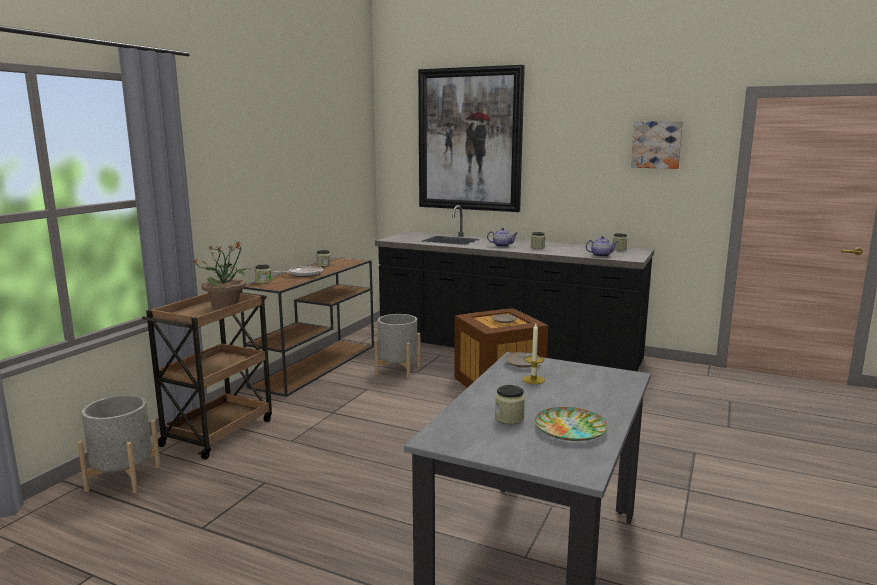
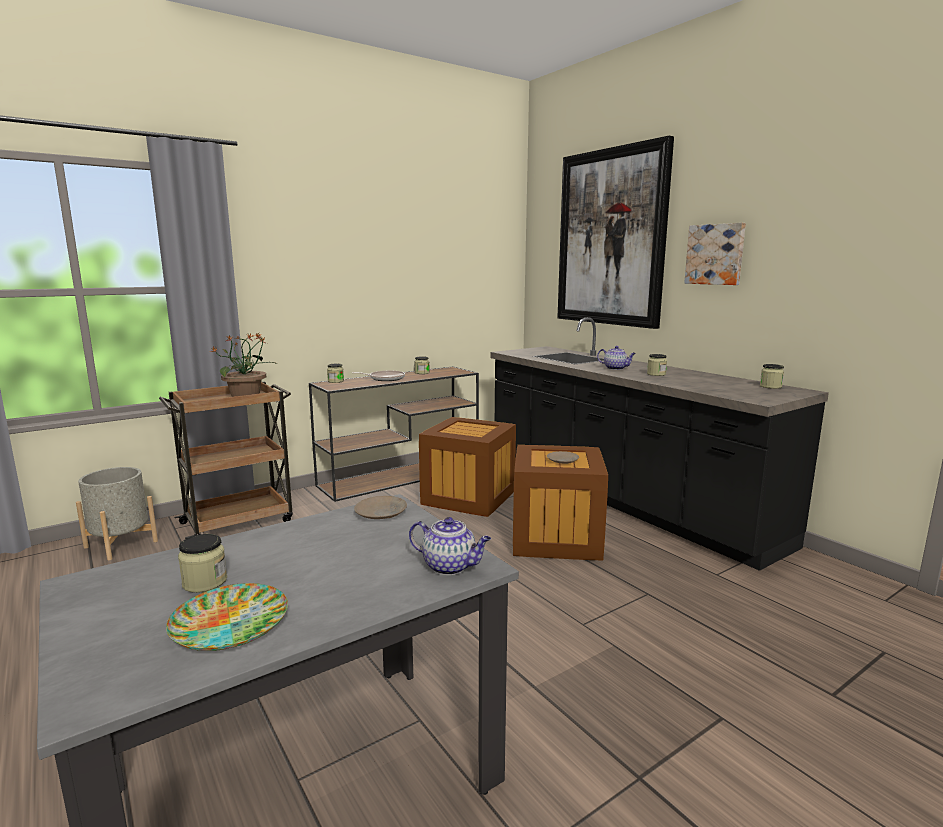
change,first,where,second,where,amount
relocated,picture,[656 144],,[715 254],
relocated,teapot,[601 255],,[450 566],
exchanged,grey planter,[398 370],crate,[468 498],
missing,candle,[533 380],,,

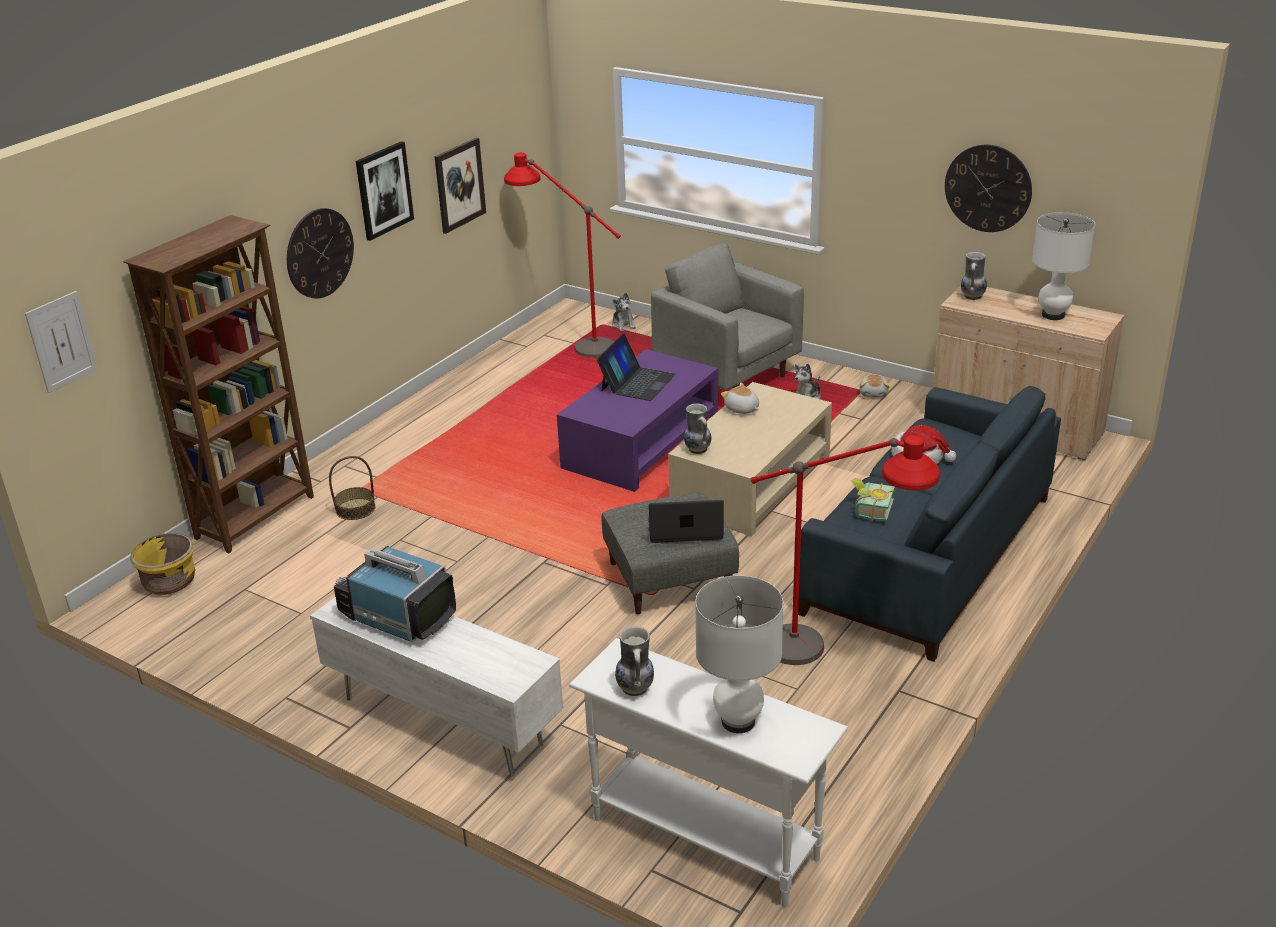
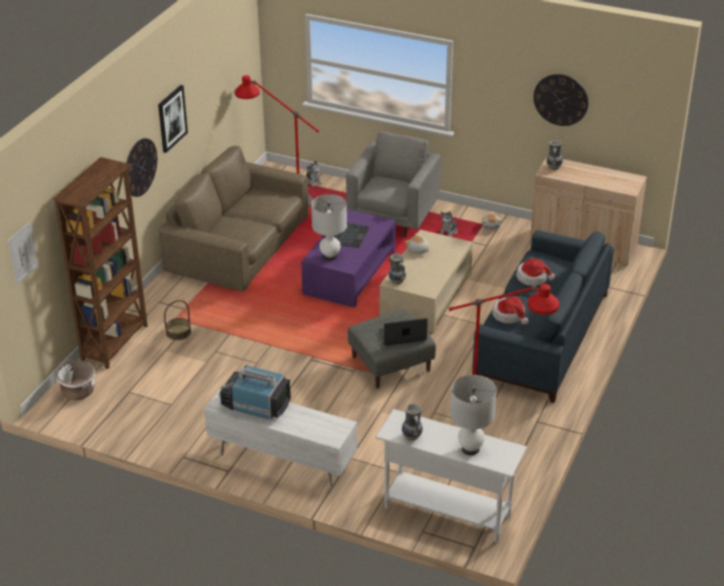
change,first,where,second,where,amount
missing,picture,[459 185],,,
relocated,white table lamp,[1053 315],,[330 256],
spun,grey armchair,[727 376],,[393 218],75 degrees clockwise
exchanged,book,[869 510],hat,[509 315],
colour,yellow planter,[170 583],white planter,[78 391],
appeared,,,brown sofa,[239 245],

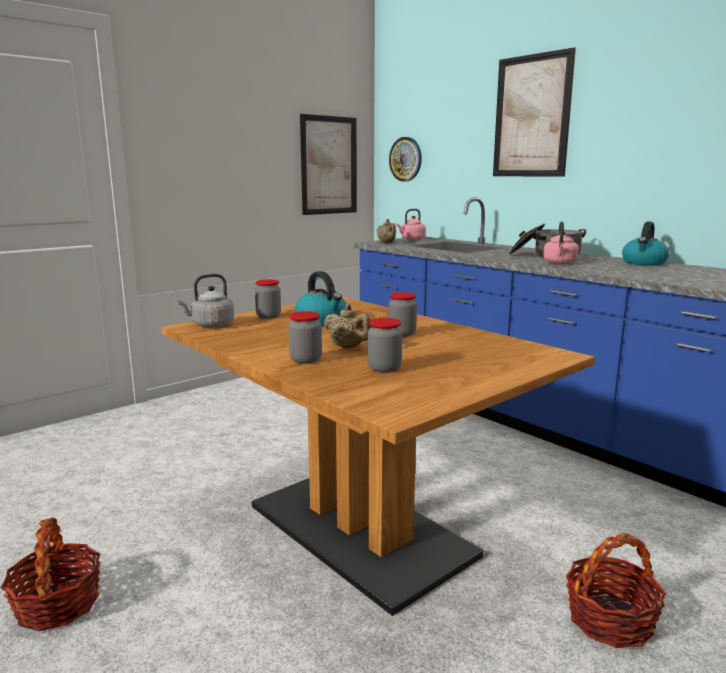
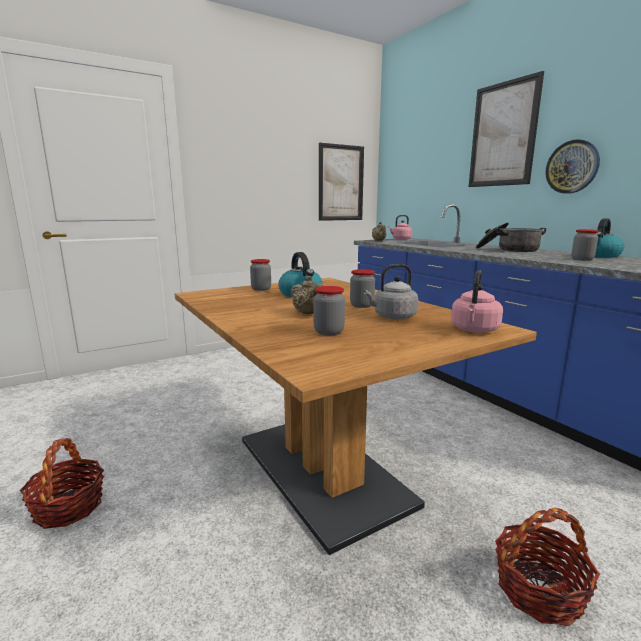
change,first,where,second,where,amount
relocated,wall clock,[406 159],,[572 167],
relocated,pink kettle,[560 263],,[474 330],
relocated,grey kettle,[210 325],,[392 317],
relocated,jar,[305 360],,[582 259],

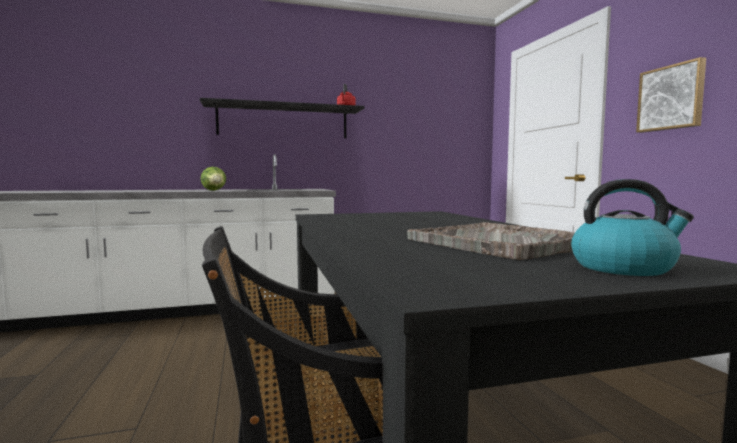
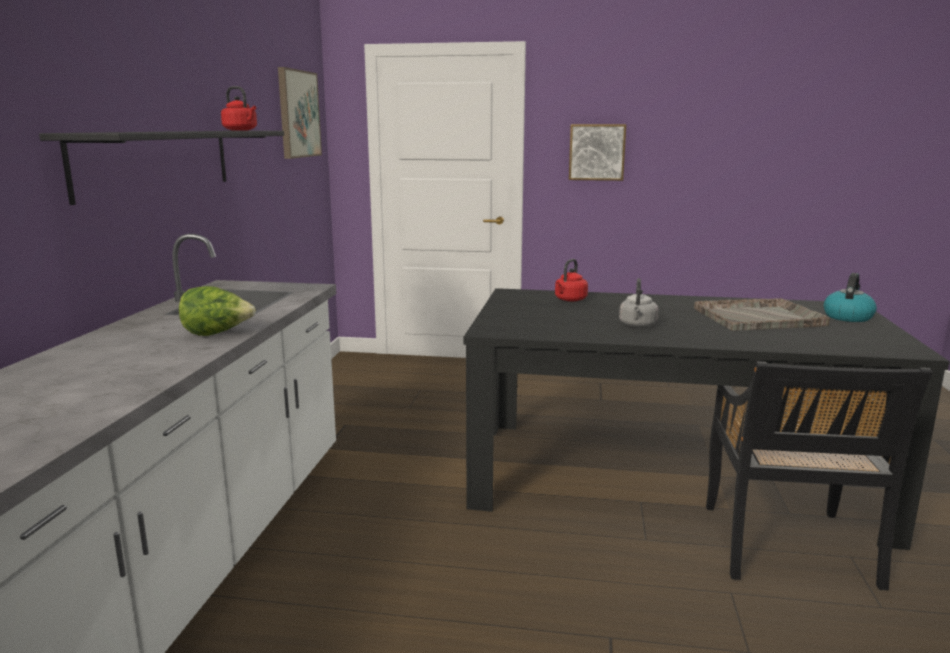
change,first,where,second,where,amount
appeared,,,picture,[298 114],
appeared,,,red kettle,[569 300],
appeared,,,grey kettle,[637 325],

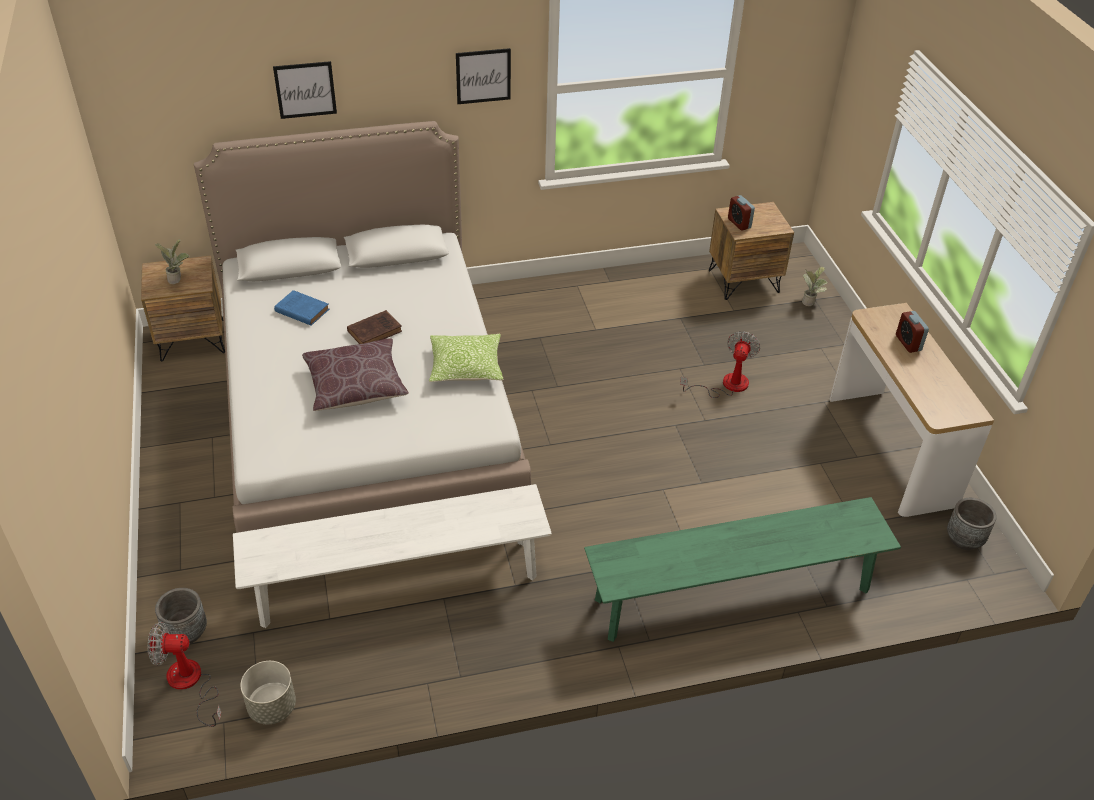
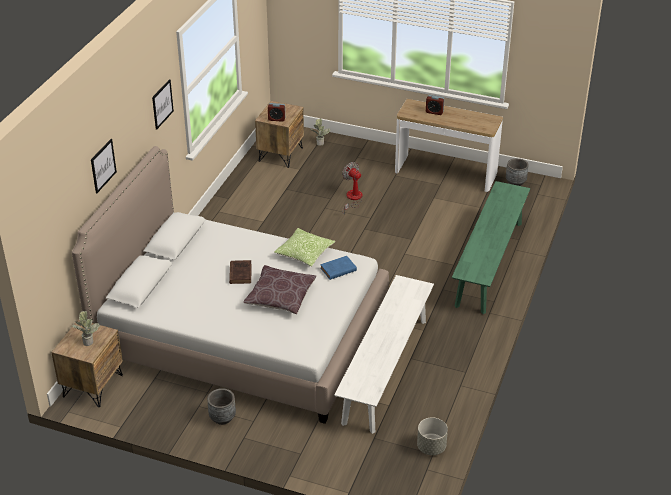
change,first,where,second,where,amount
relocated,blue book,[301 310],,[337 270],
relocated,grey planter,[186 632],,[222 417],
missing,fan,[190 684],,,

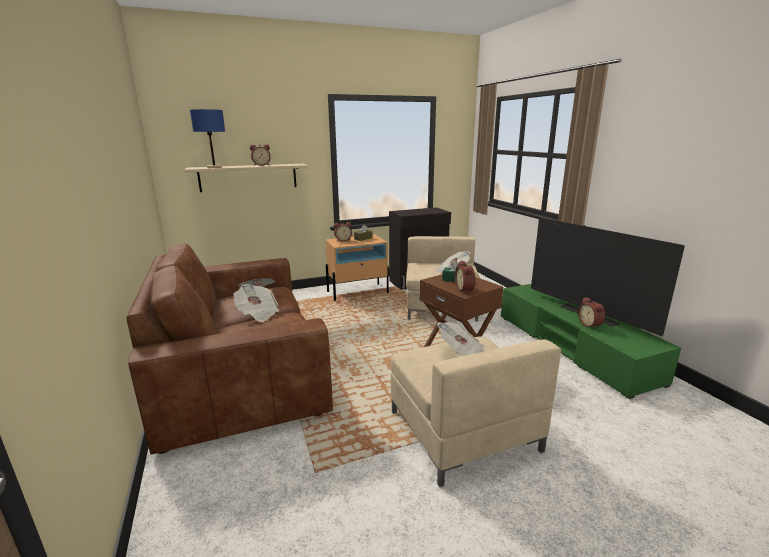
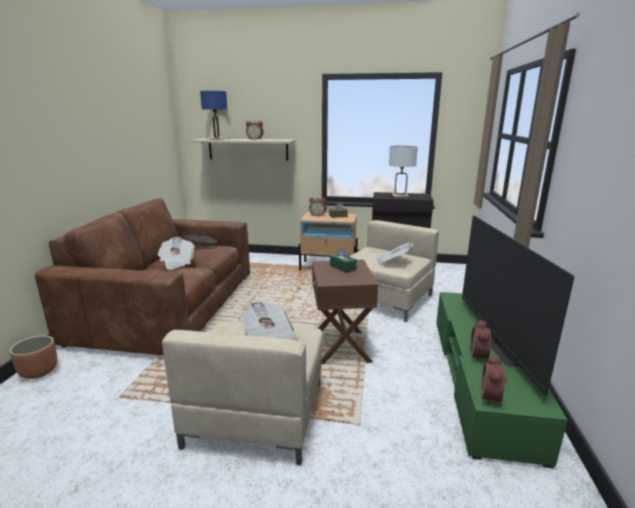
change,first,where,second,where,amount
relocated,alarm clock,[465 290],,[492 397],
appeared,,,white table lamp,[400 196],
appeared,,,brown planter,[39 372],

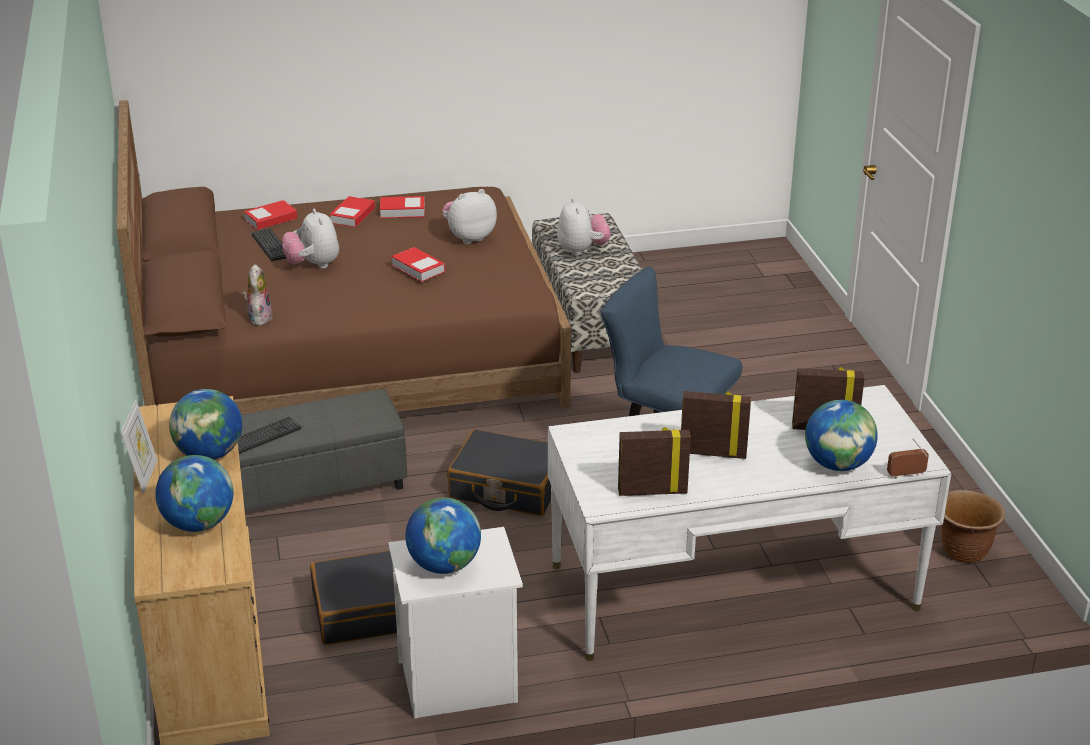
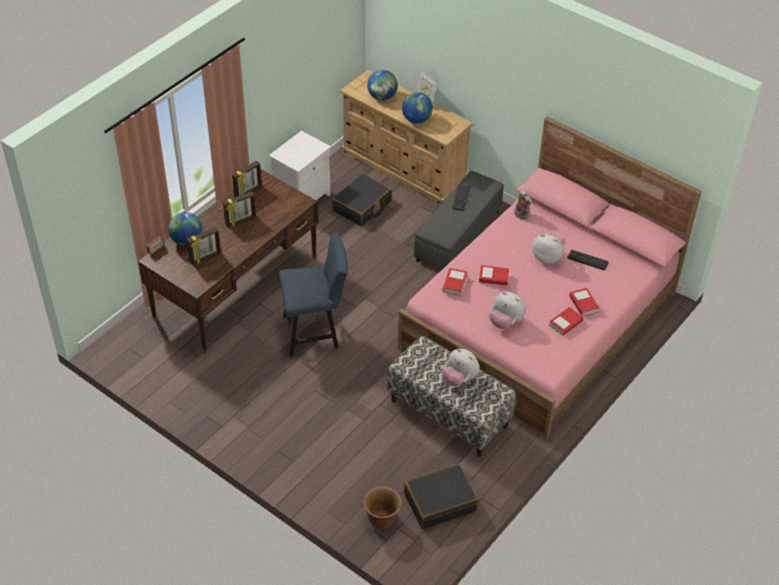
change,first,where,second,where,amount
colour,brown bed,[347 353],pink bed,[540 320],
spun,plush toy,[469 237],,[505 322],105 degrees clockwise
relocated,book,[271 219],,[454 283],
colour,white desk,[733 587],brown desk,[236 288],
relocated,black suitcase,[507 487],,[440 502],
relocated,brown planter,[963 551],,[382 519],
missing,globe,[444 565],,,

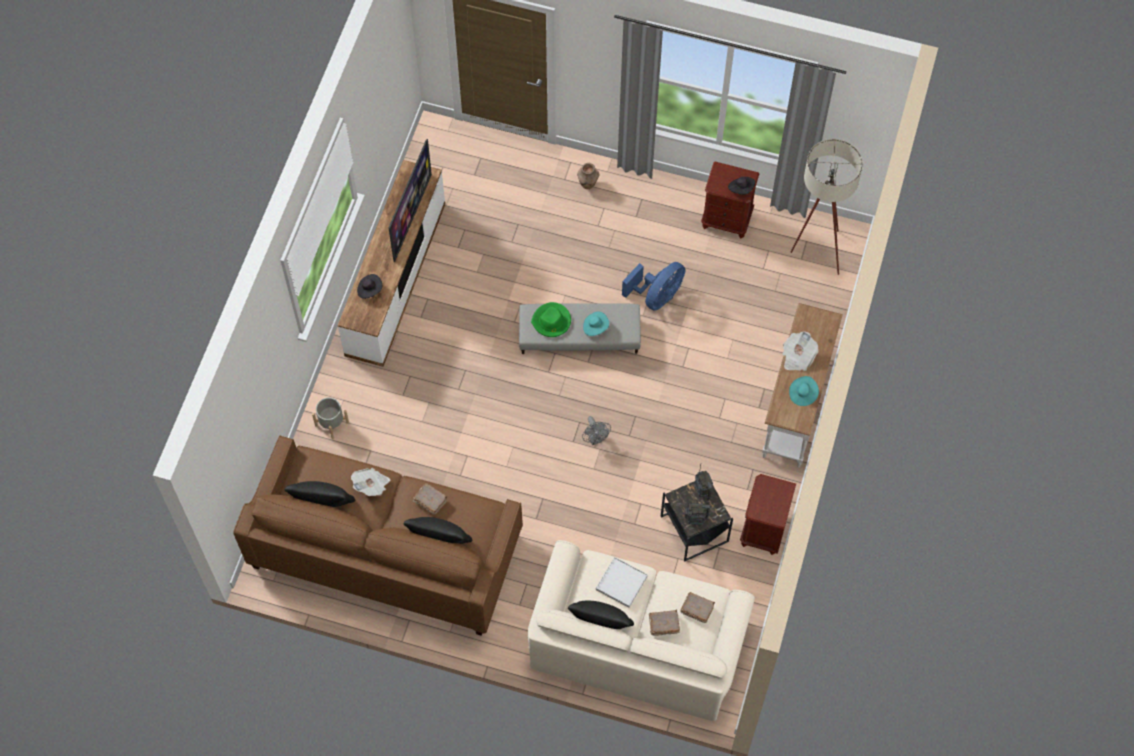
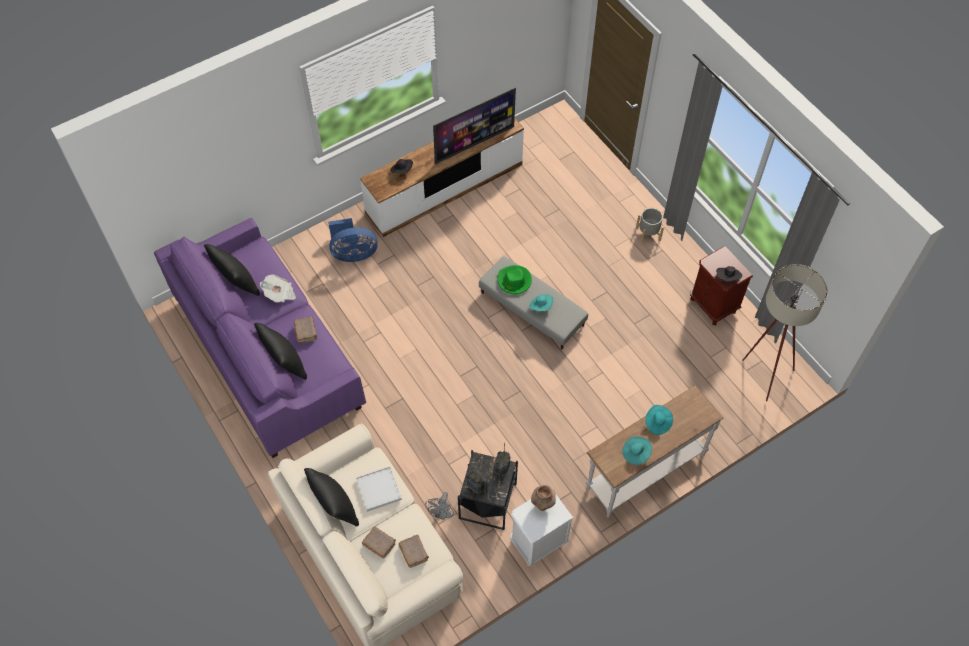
change,first,where,second,where,amount
relocated,brown vase,[587 184],,[542 504],
relocated,blue fan,[657 296],,[353 253],
exchanged,newspaper,[797 357],turquoise hat,[657 423],
relocated,grey planter,[331 423],,[648 234],
relocated,grey fan,[595 439],,[441 514],
colour,brown sofa,[386 551],purple sofa,[269 354],
colour,brown nightstand,[763 530],white nightstand,[538 542],

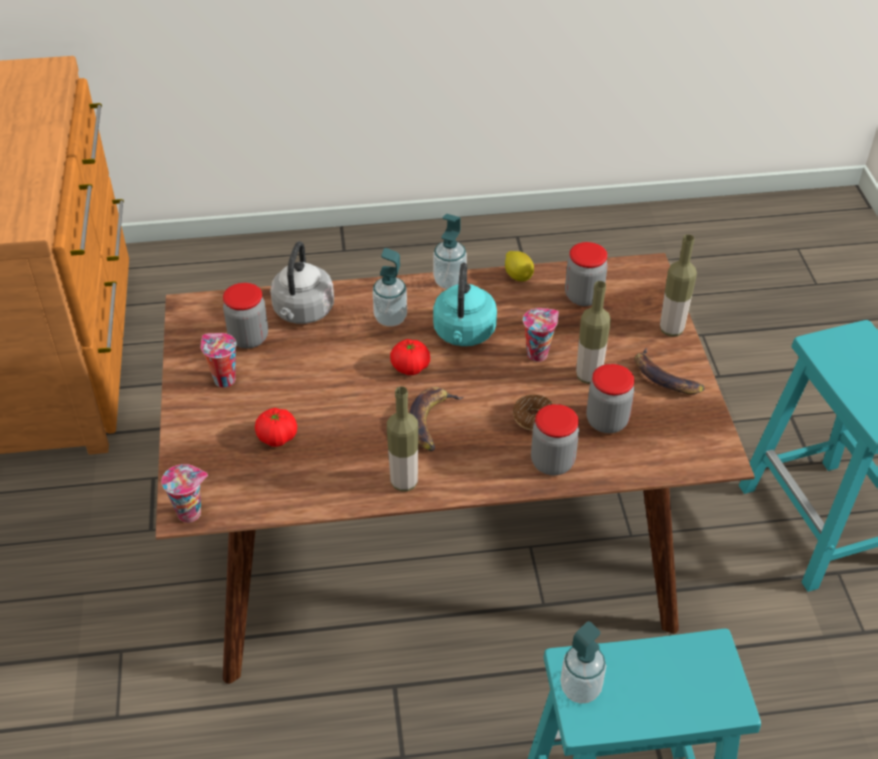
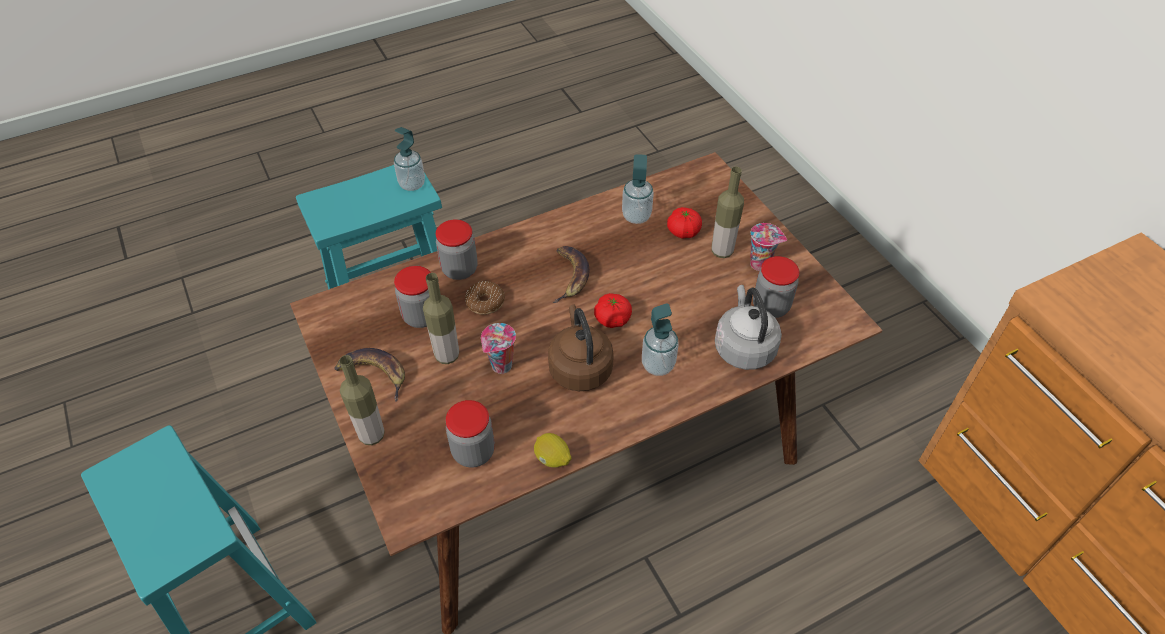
change,first,where,second,where,amount
relocated,soap dispenser,[449 282],,[636 216],
colour,turquoise kettle,[464 334],brown kettle,[579 367],
relocated,bottle,[404 482],,[722 251],
missing,cup,[191 512],,,

